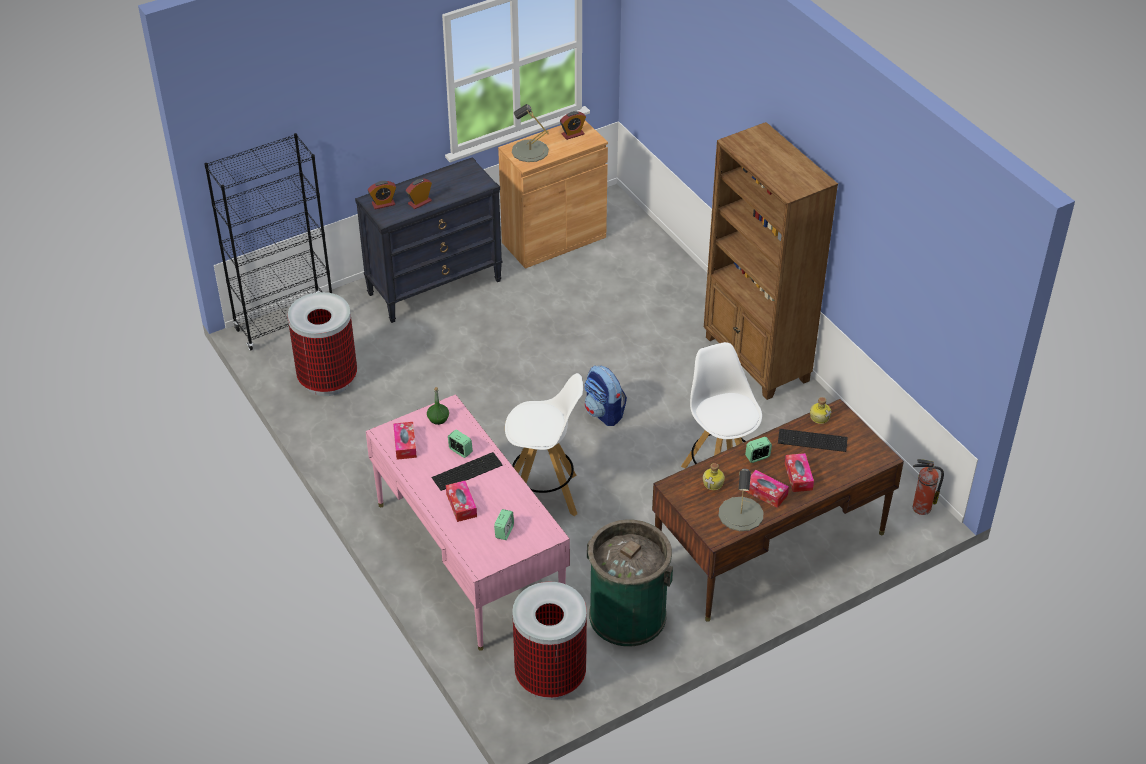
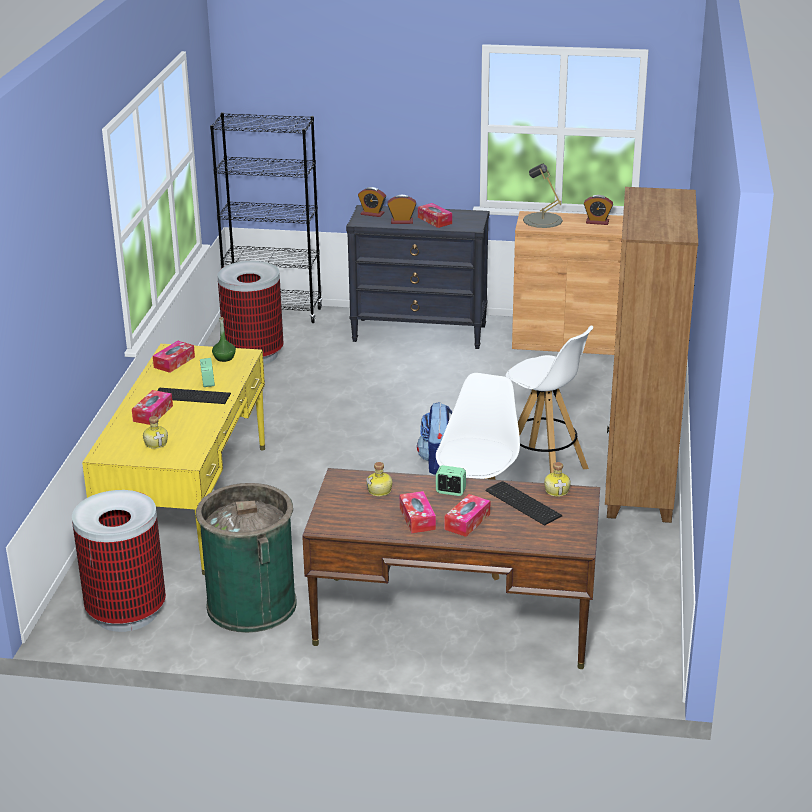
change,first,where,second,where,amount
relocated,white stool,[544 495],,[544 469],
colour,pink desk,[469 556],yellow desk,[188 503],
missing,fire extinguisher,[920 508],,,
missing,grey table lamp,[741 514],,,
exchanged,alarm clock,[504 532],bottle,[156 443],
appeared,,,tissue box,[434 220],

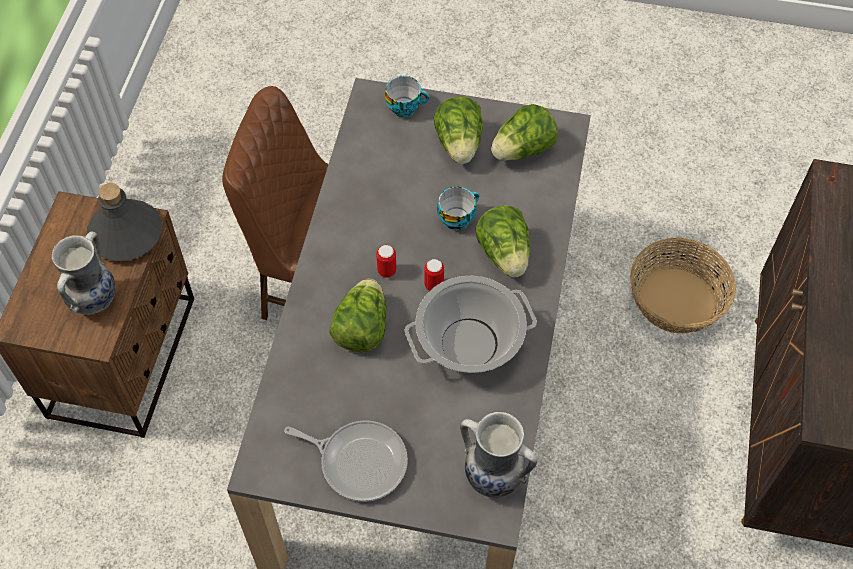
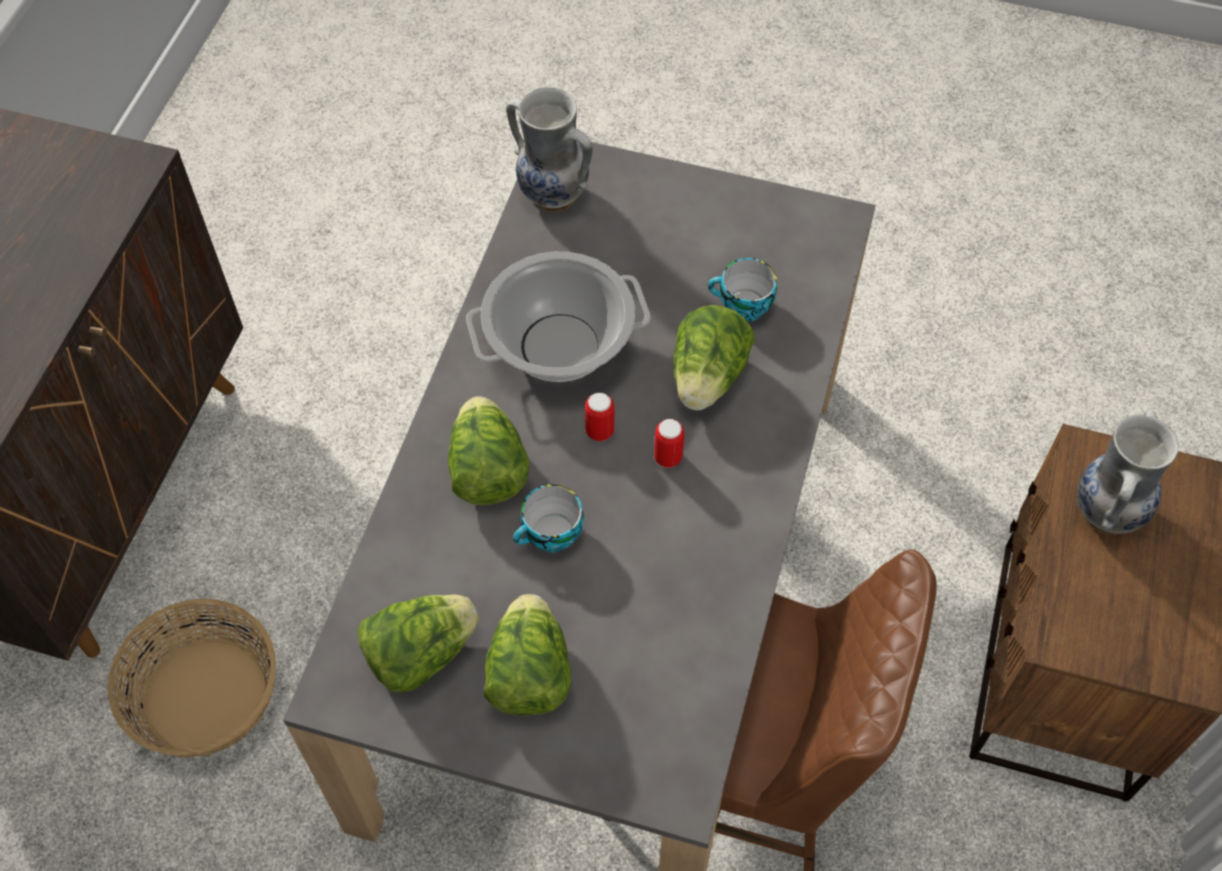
change,first,where,second,where,amount
relocated,cup,[405 107],,[742 307],
missing,grey bottle,[126 234],,,
missing,frying pan,[359 461],,,

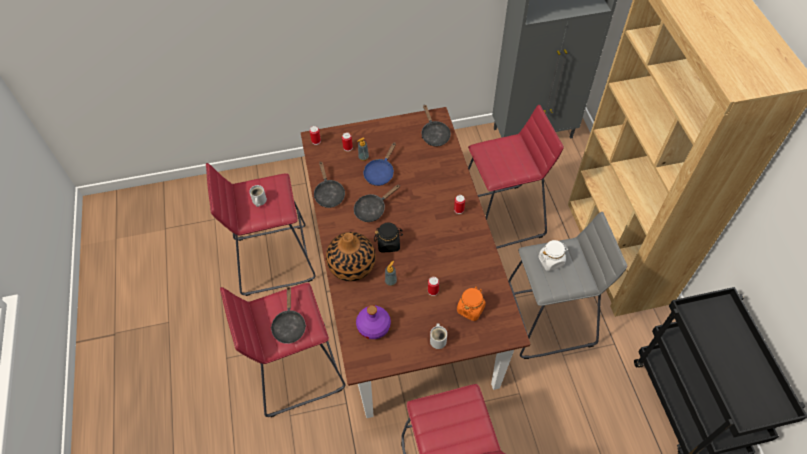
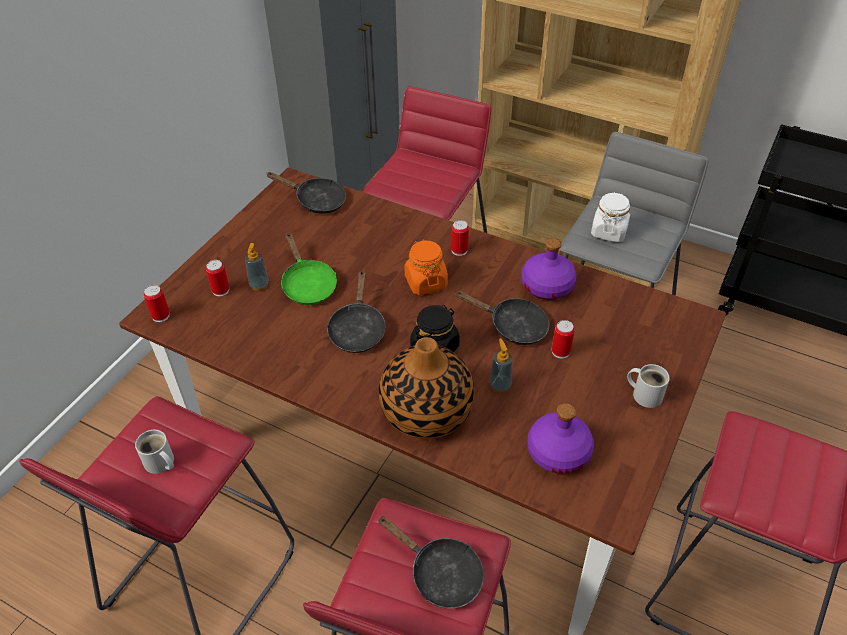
change,first,where,second,where,amount
colour,blue frying pan,[380 173],green frying pan,[307 284],
relocated,black frying pan,[329 194],,[512 326],
relocated,orange jar,[470 309],,[425 282],
appeared,,,purple bottle,[547 287],

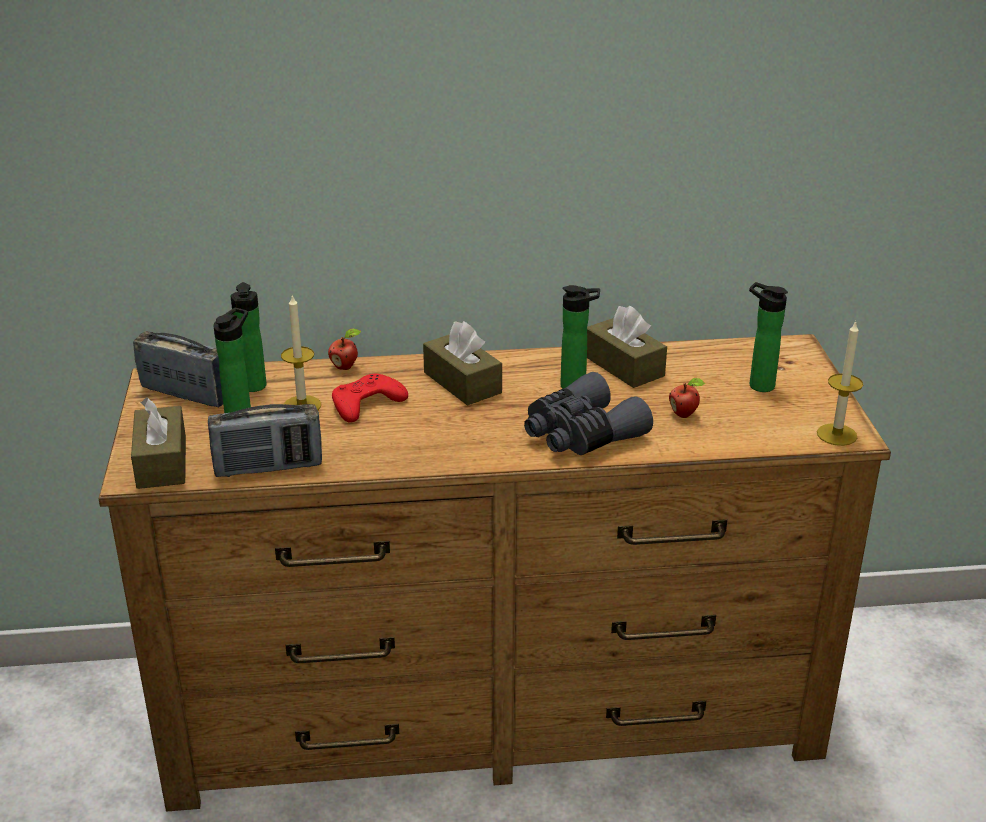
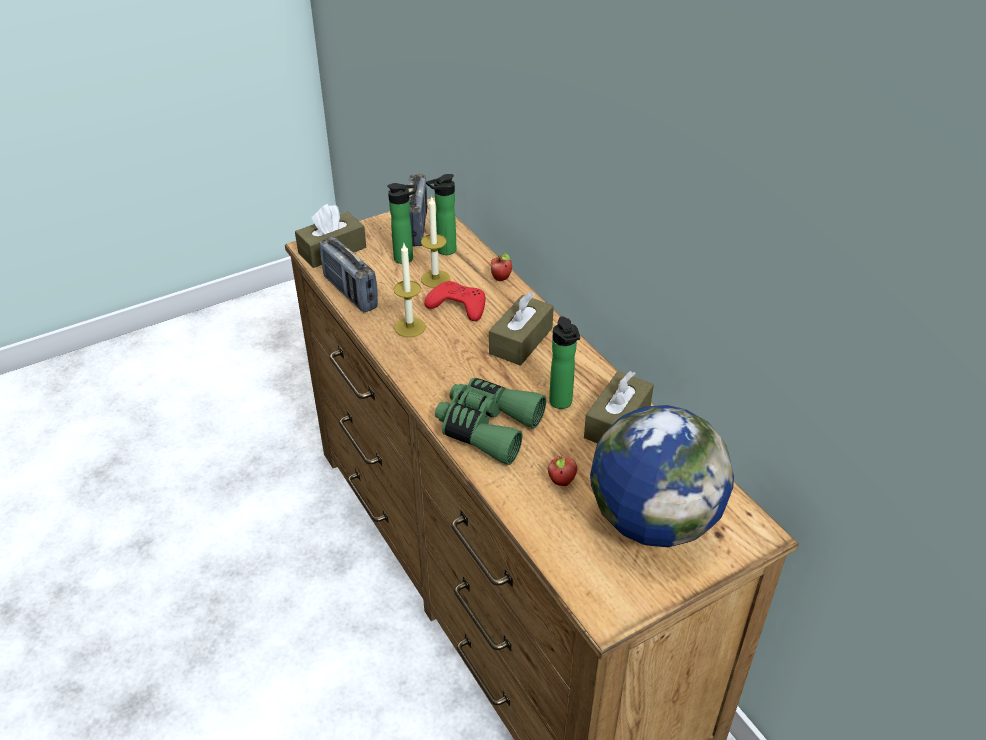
change,first,where,second,where,amount
exchanged,bottle,[757 385],globe,[653 520],
relocated,candle,[837 434],,[410 327],
colour,grey binoculars,[581 434],green binoculars,[487 427],

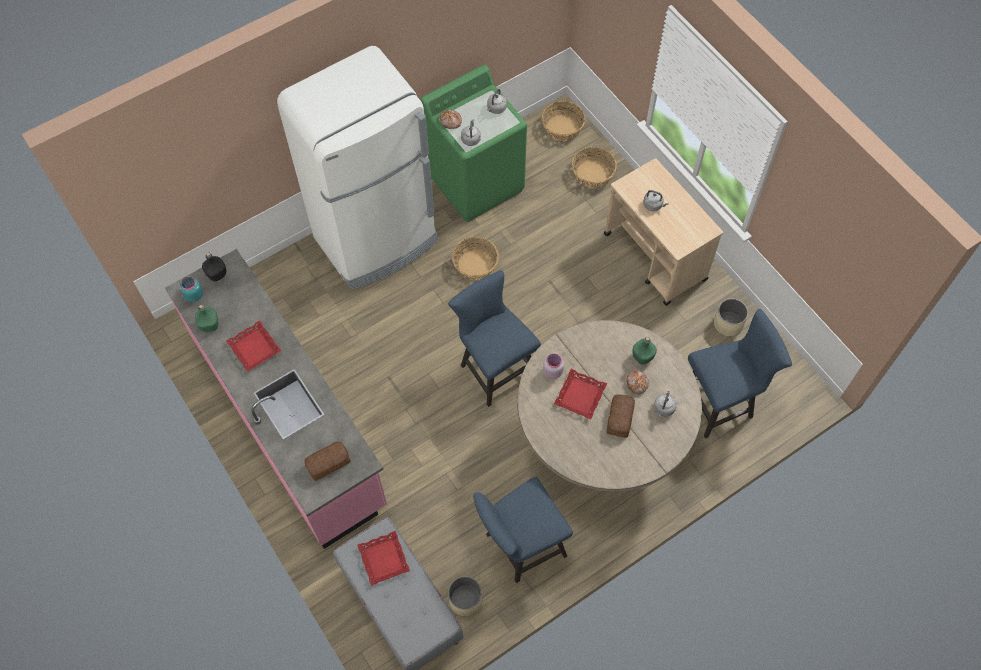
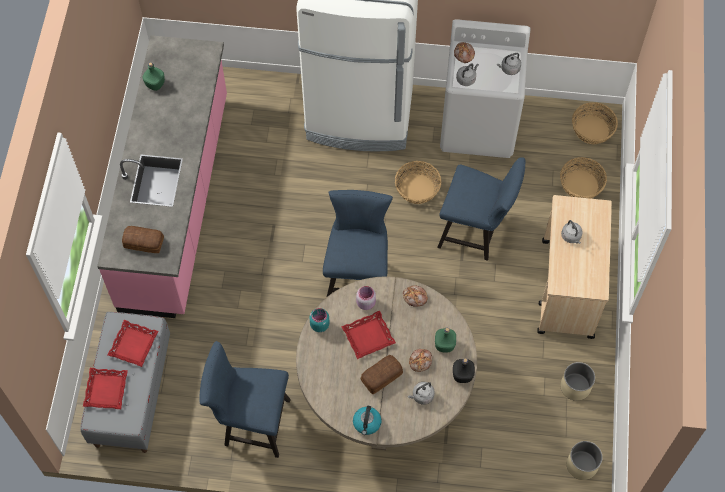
change,first,where,second,where,amount
colour,green washing machine,[476 182],white washing machine,[479 125],
relocated,black bottle,[217 274],,[463 375],
relocated,turquoise jar,[193 295],,[319 324],
relocated,blue chair,[721 401],,[475 233],
relocated,red tray,[254 348],,[105 390],
relocated,beige planter,[466 600],,[582 465],
appeared,,,bread,[415 298],
appeared,,,kettle,[367 423],

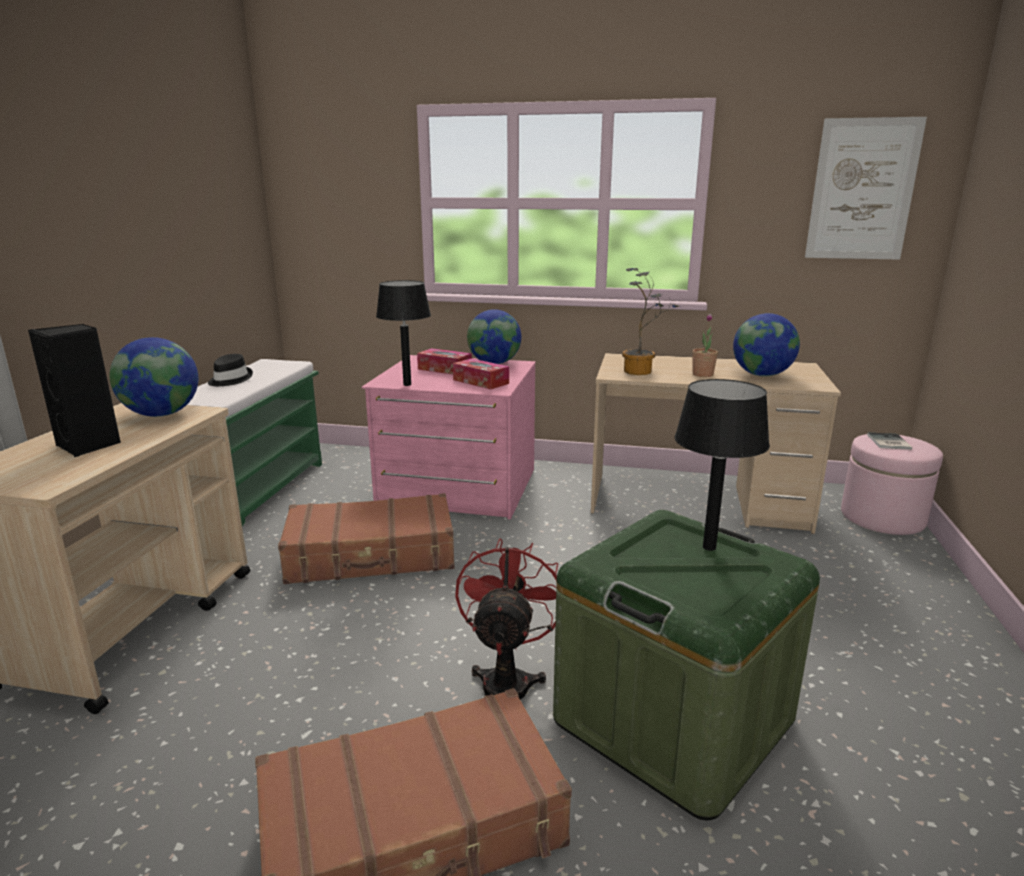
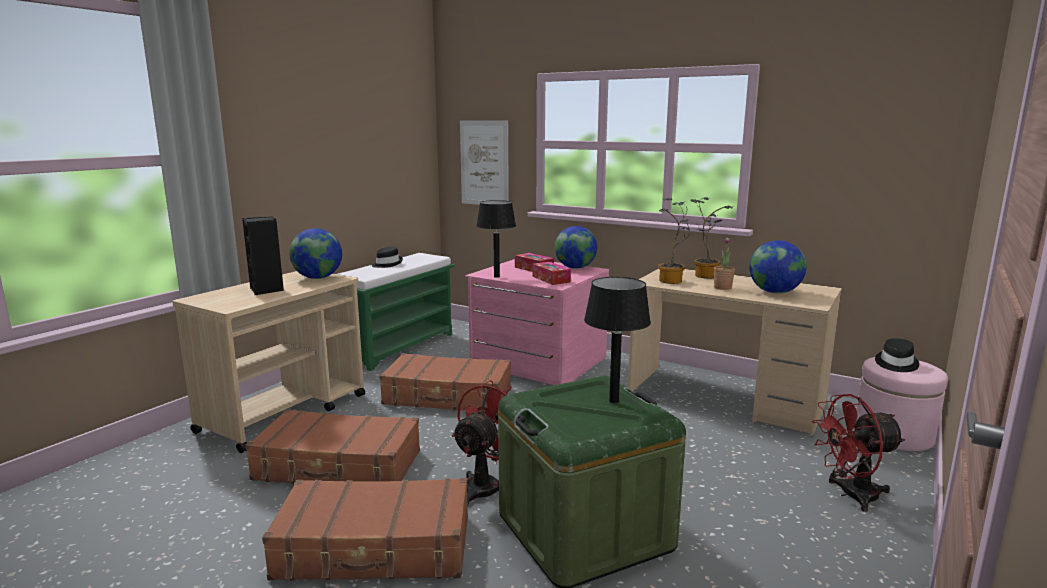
change,first,where,second,where,amount
relocated,picture,[862 190],,[484 163],
exchanged,book,[887 442],black hat,[896 364],
appeared,,,potted plant,[706 275],
appeared,,,red fan,[850 495],
appeared,,,brown suitcase,[338 466],

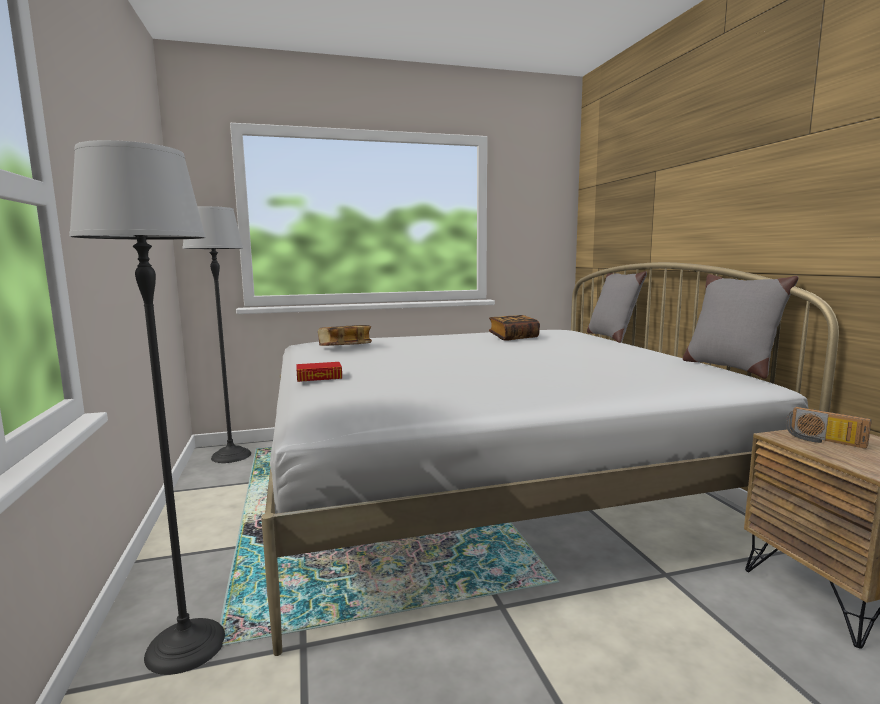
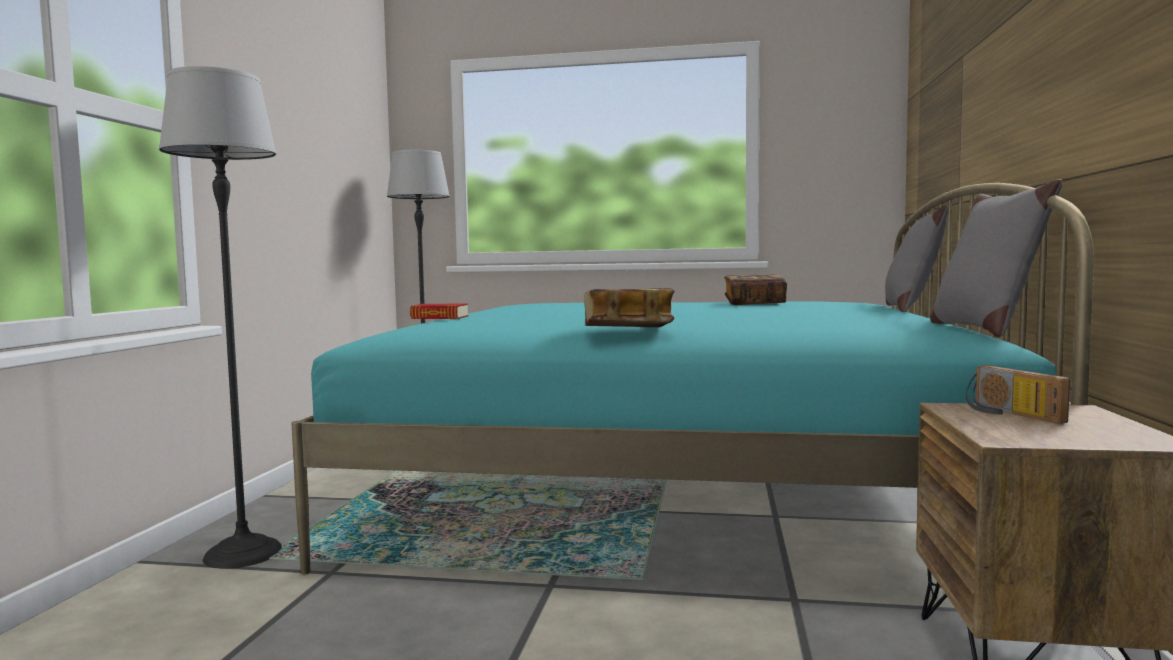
change,first,where,second,where,amount
colour,white bed,[486 483],turquoise bed,[675 487],
relocated,book,[345 347],,[628 330],

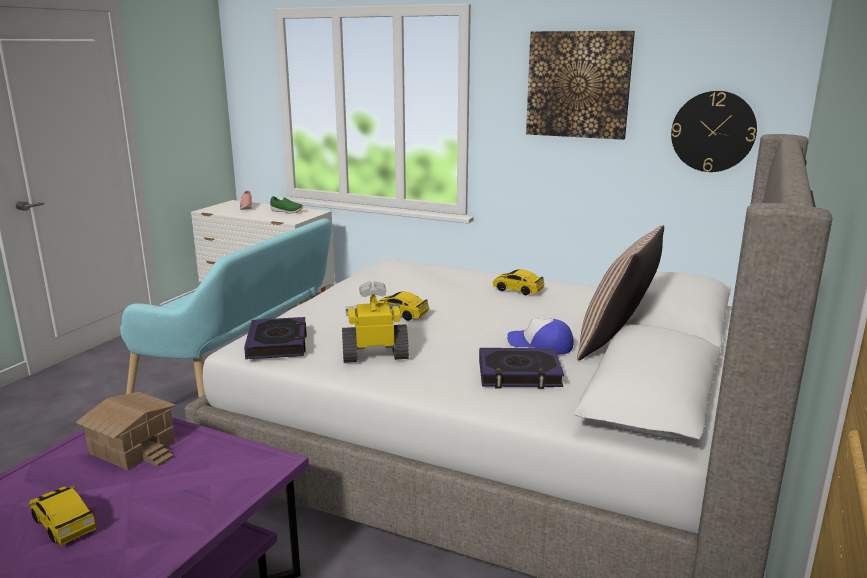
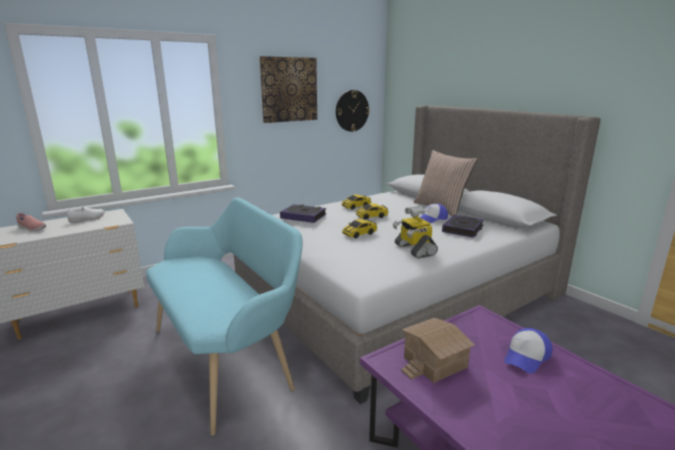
change,first,where,second,where,amount
colour,green shoe,[286 212],white shoe,[87 219],
spun,toy robot,[375 354],,[414 250],45 degrees counterclockwise
relocated,book,[277 343],,[303 216],
relocated,toy car,[63 524],,[371 216],
appeared,,,cap,[526 357],

